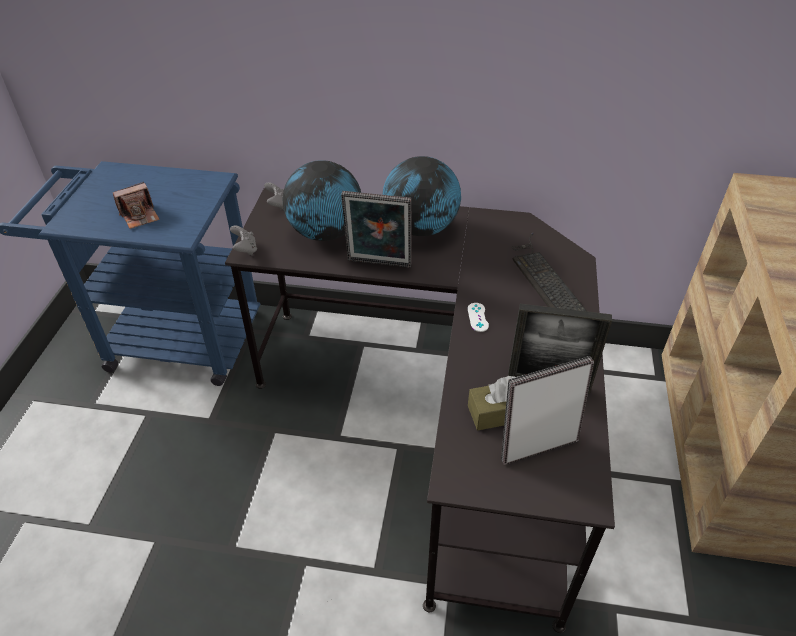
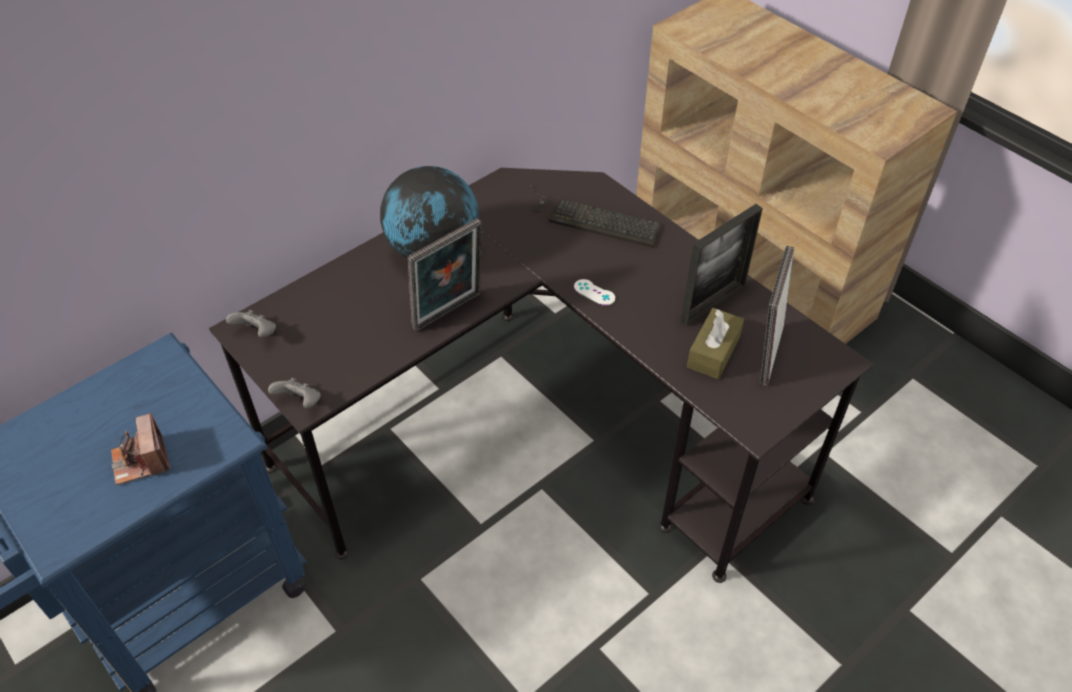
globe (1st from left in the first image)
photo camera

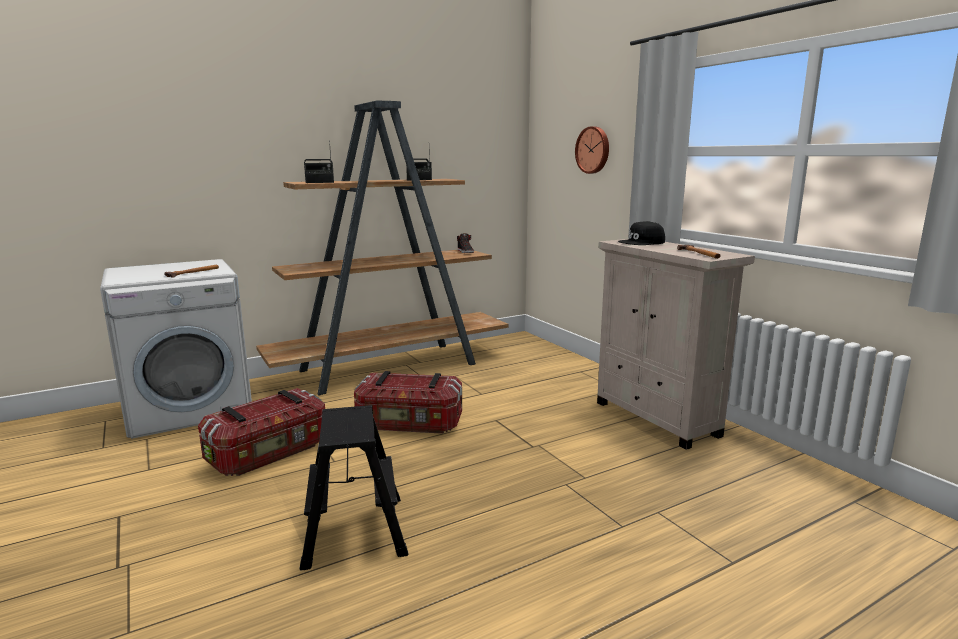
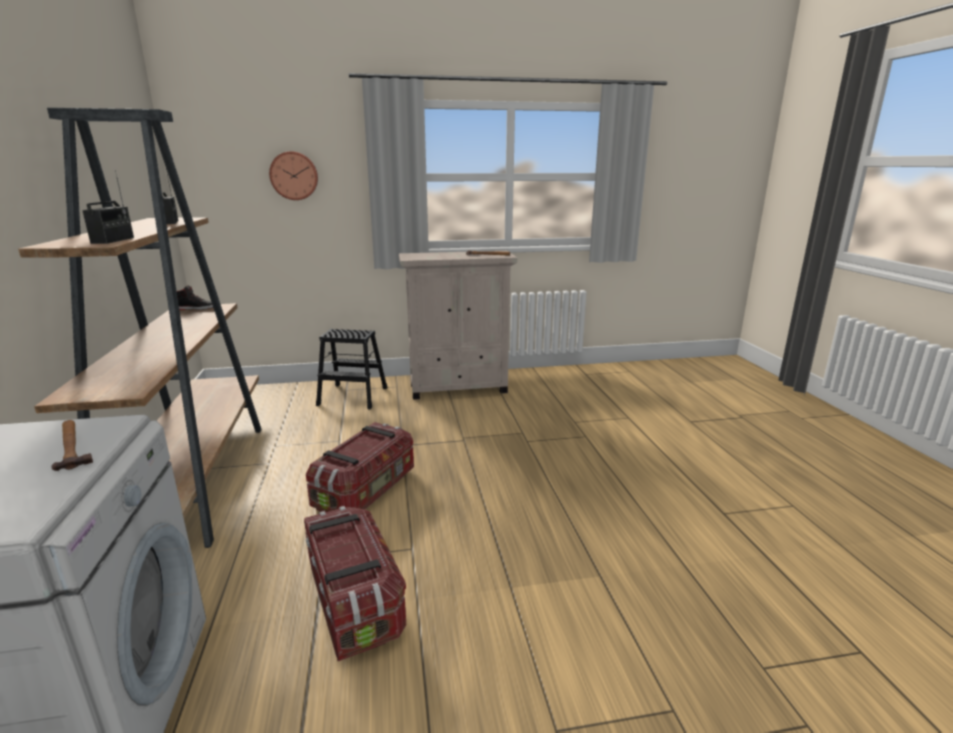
black cap
black step ladder

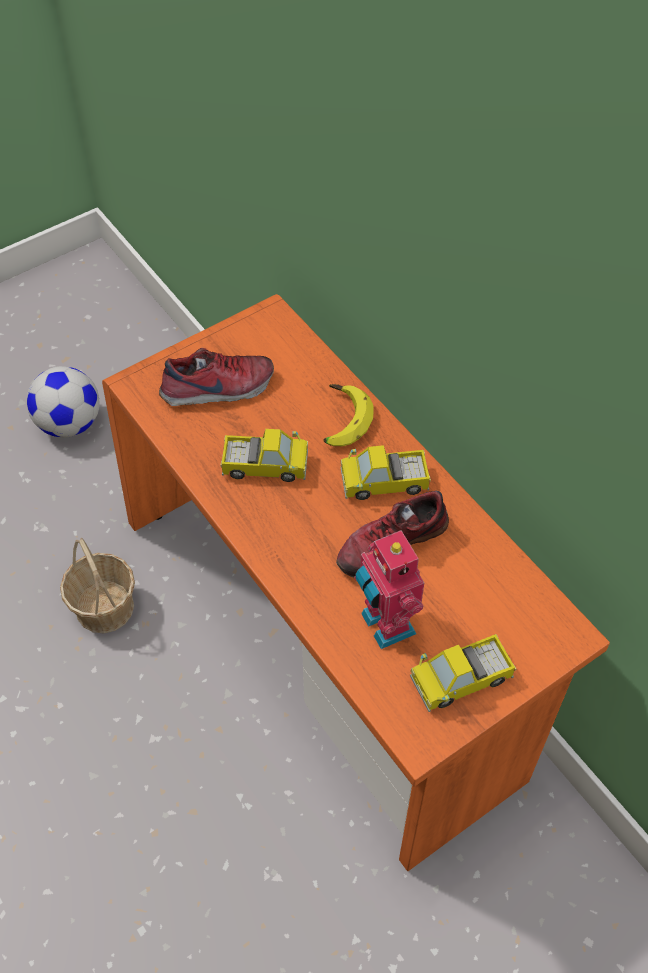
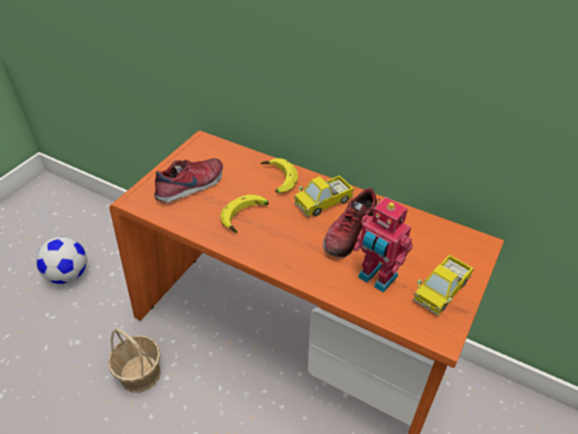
banana (1st from left)

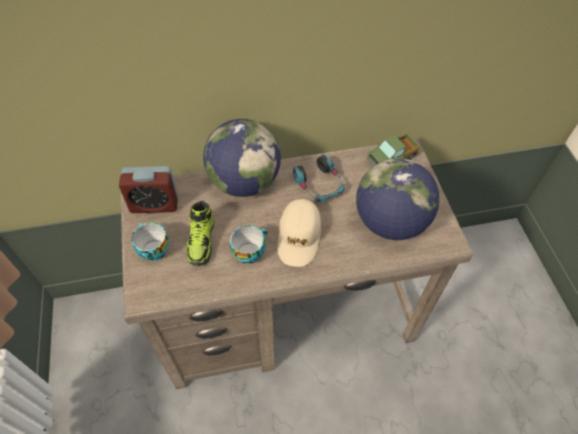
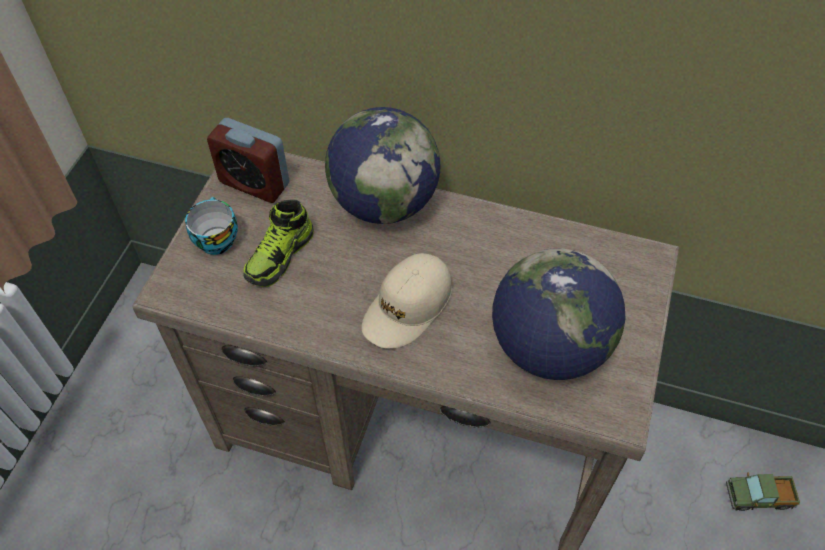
toy truck
headphones
cup (2nd from left in the first image)

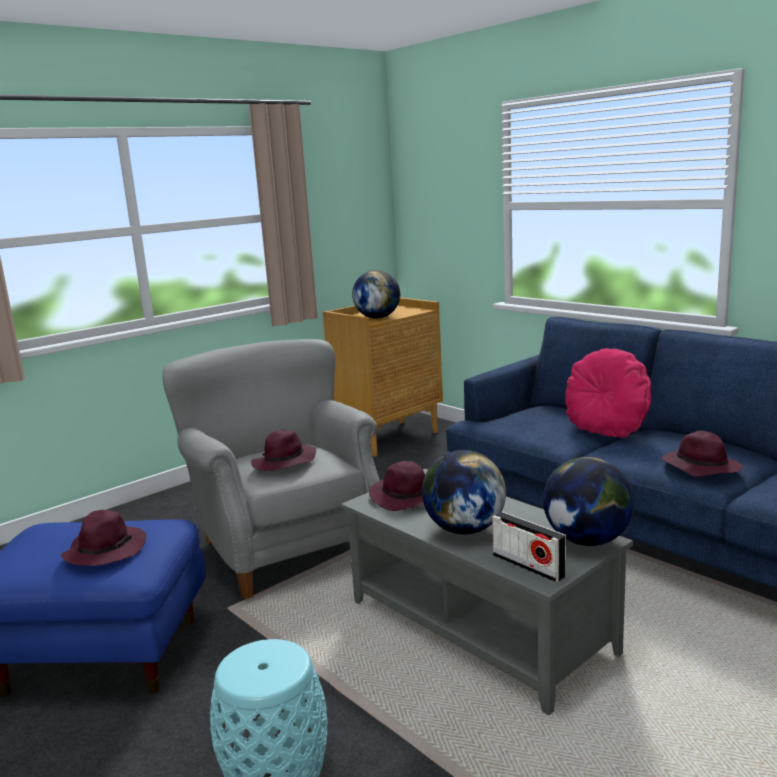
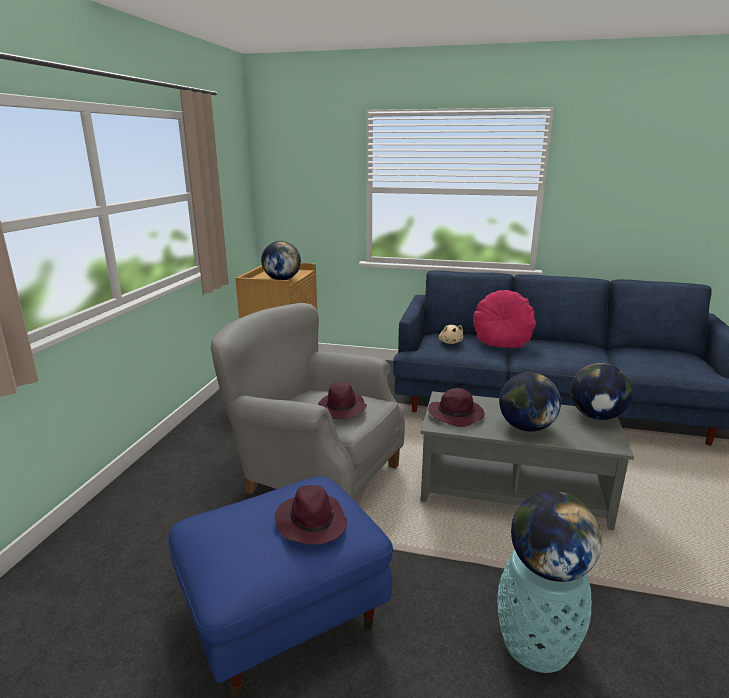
purple hat (4th from left in the first image)
radio
beige plush toy
globe (3rd from left)

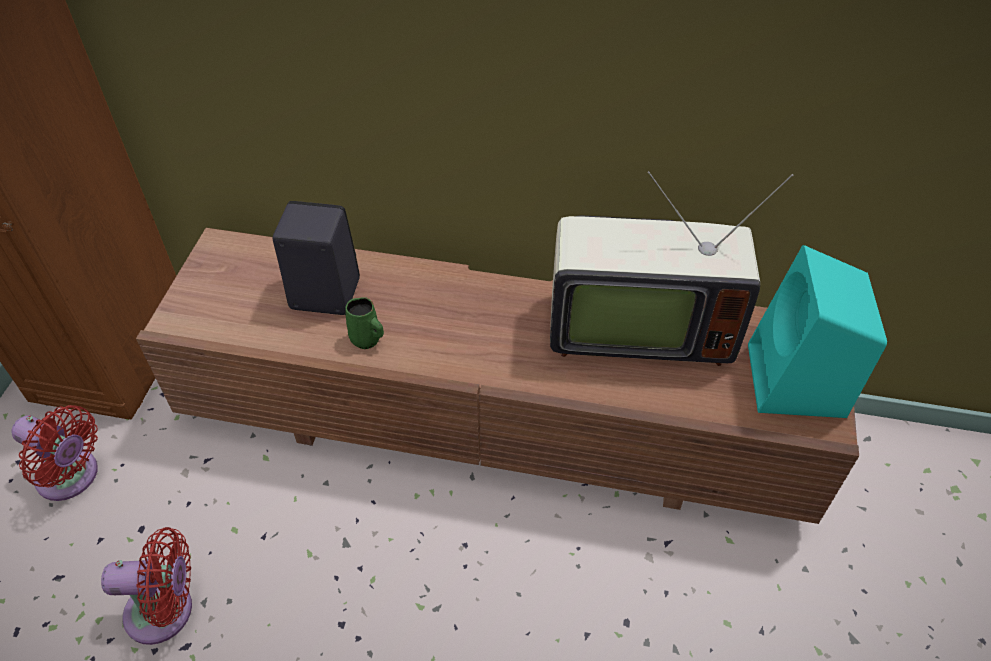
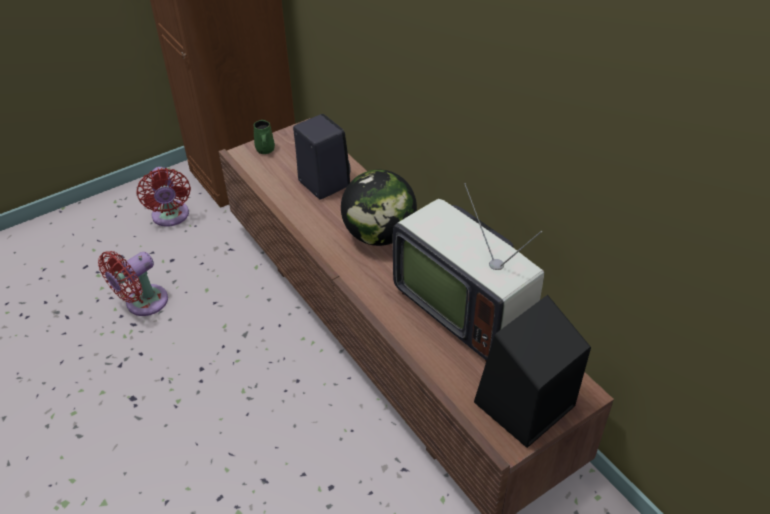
black speaker (2nd from left)
green mug
red fan (1st from left)
globe

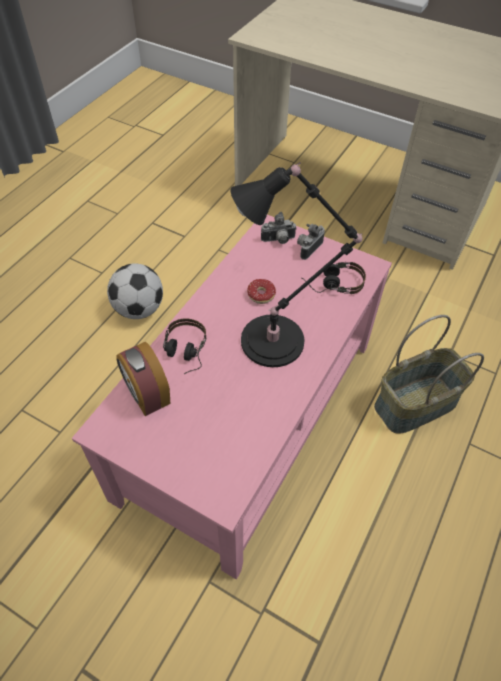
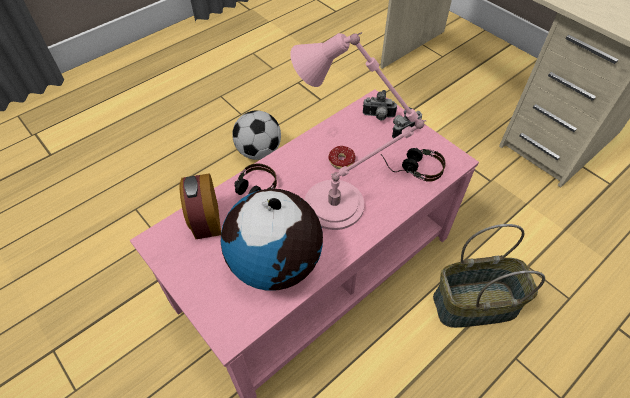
pink table lamp
globe

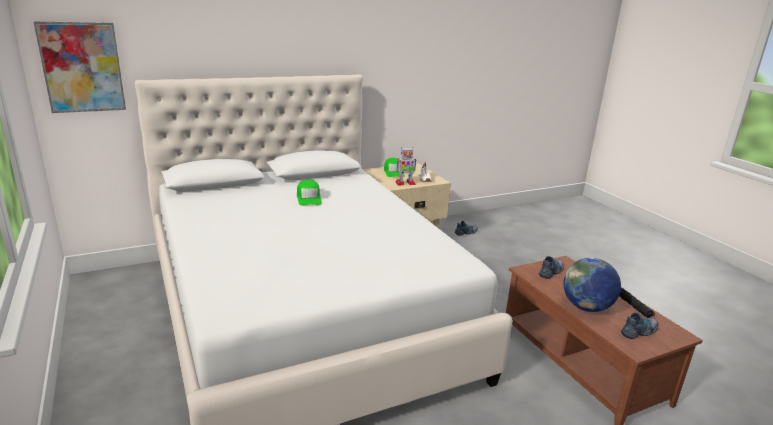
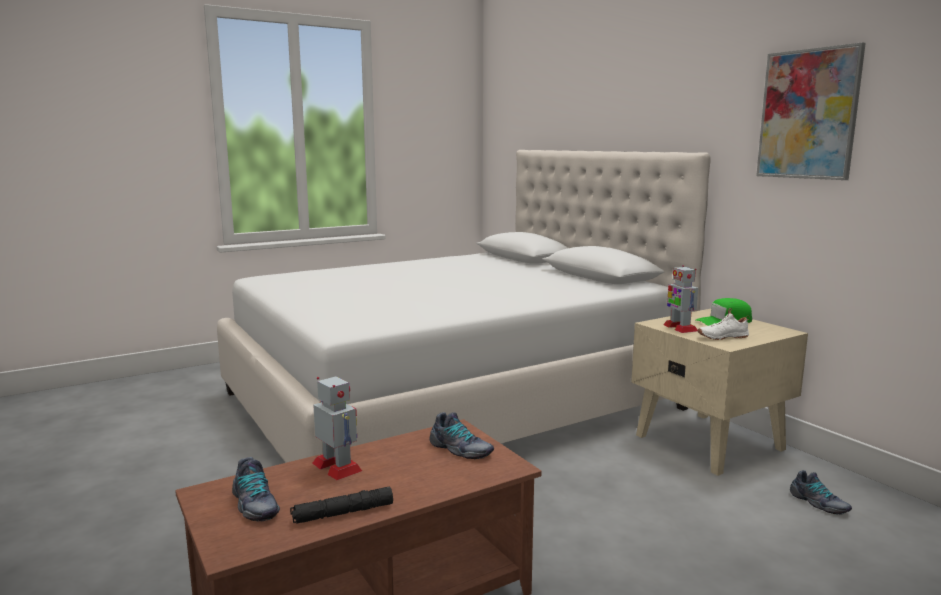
picture
green cap (1st from left in the first image)
toy robot (1st from left)

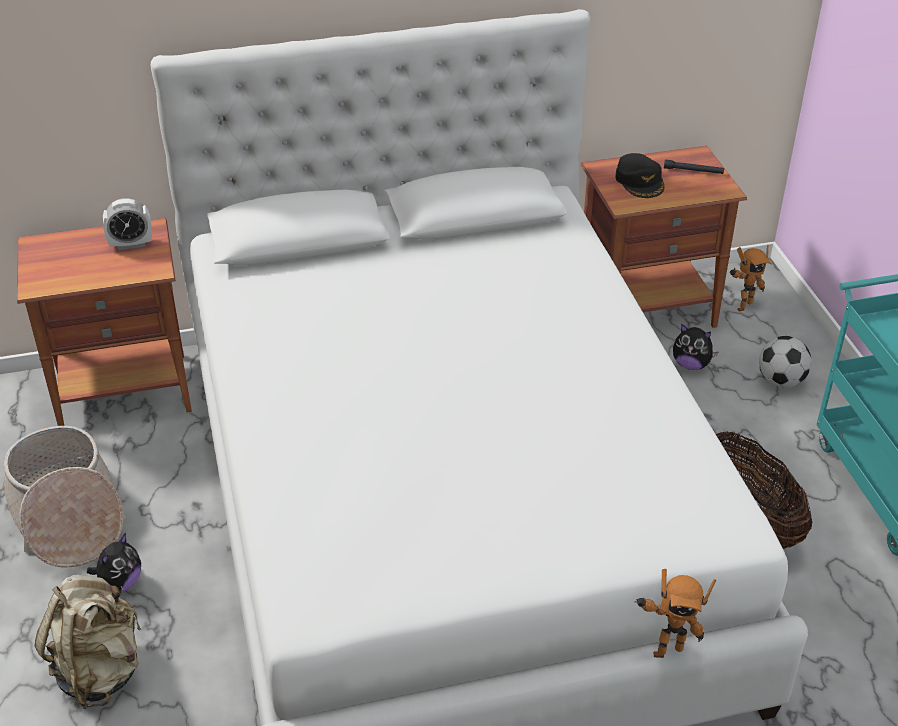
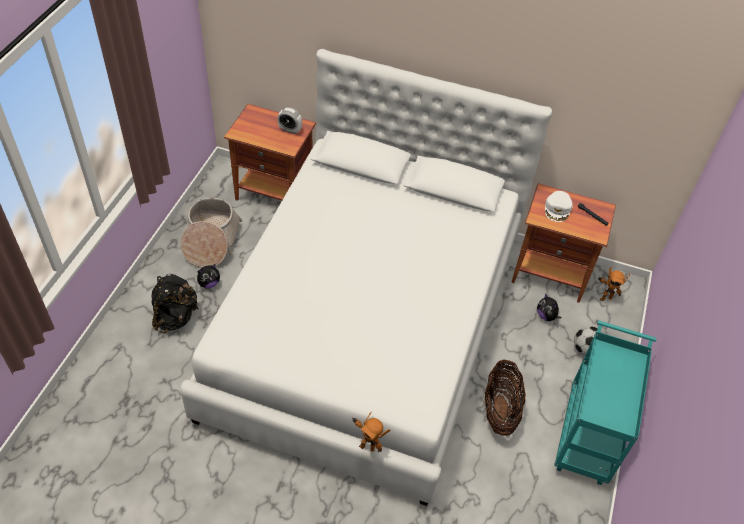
white cap
black backpack

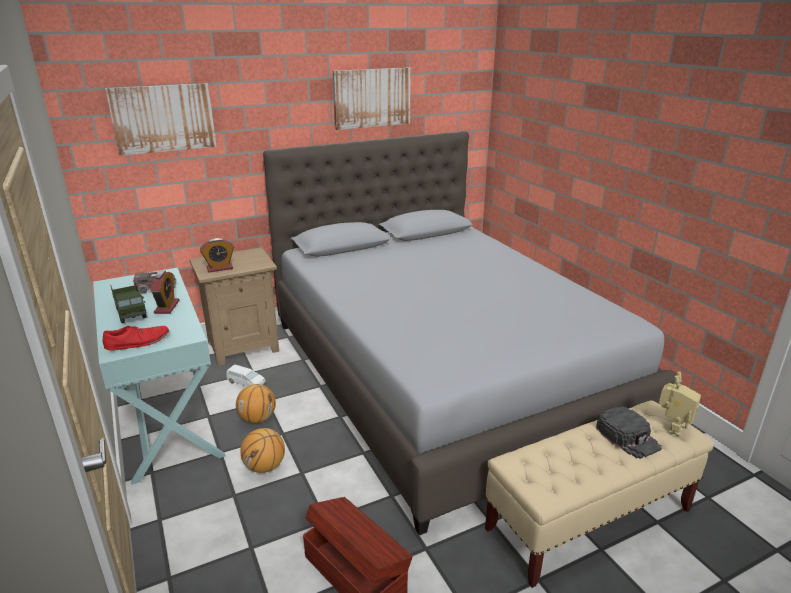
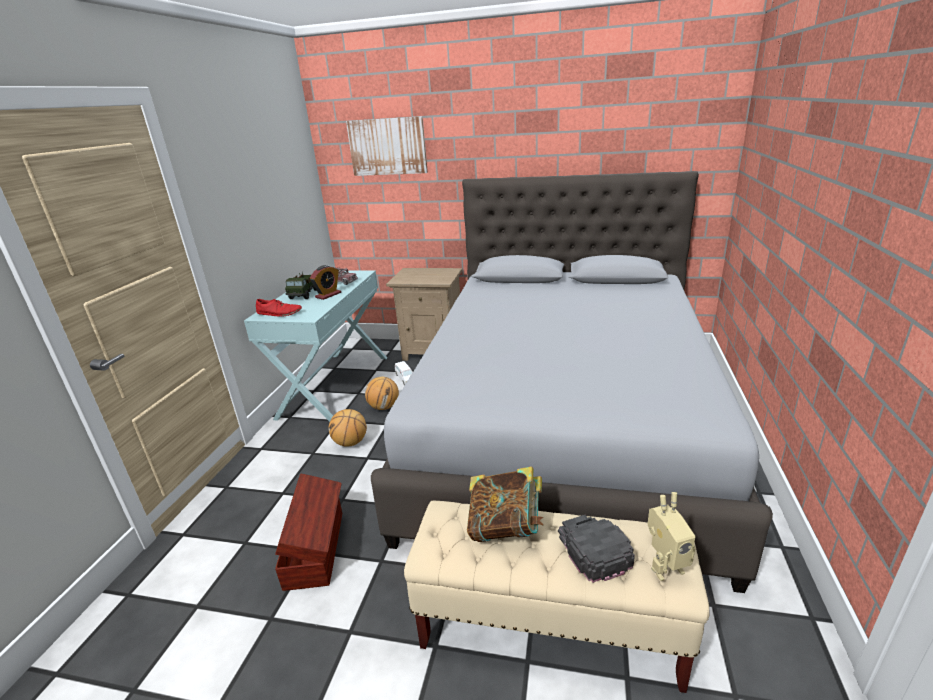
picture (2nd from left in the first image)
alarm clock (2nd from left in the first image)
black cap
book

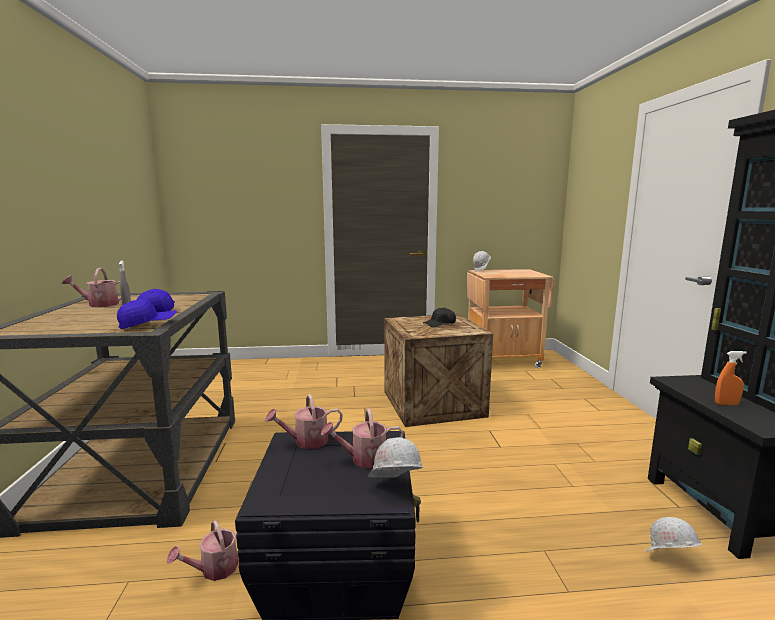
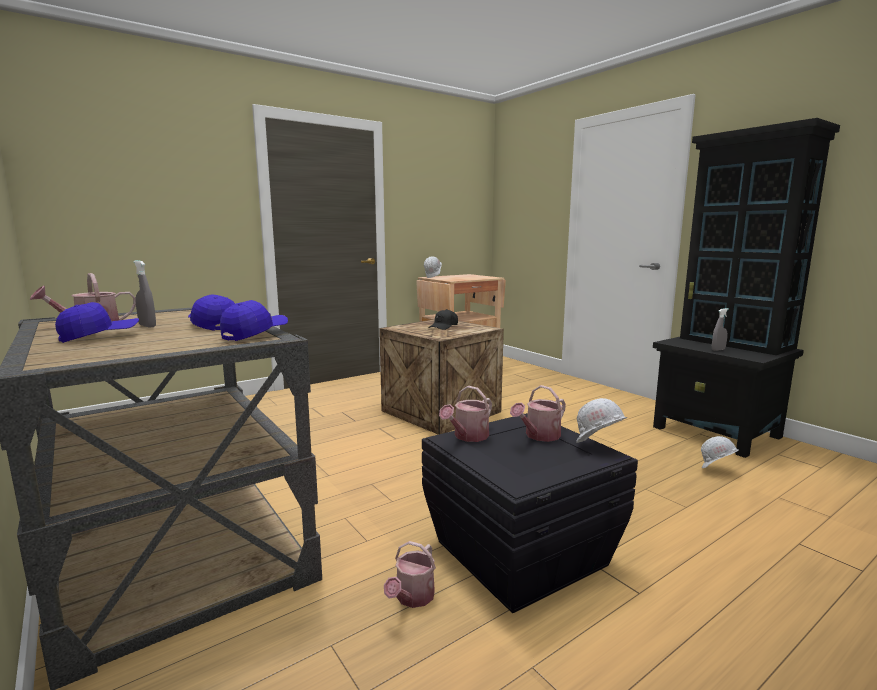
grey spray bottle (2nd from left)
blue cap (1st from left)

